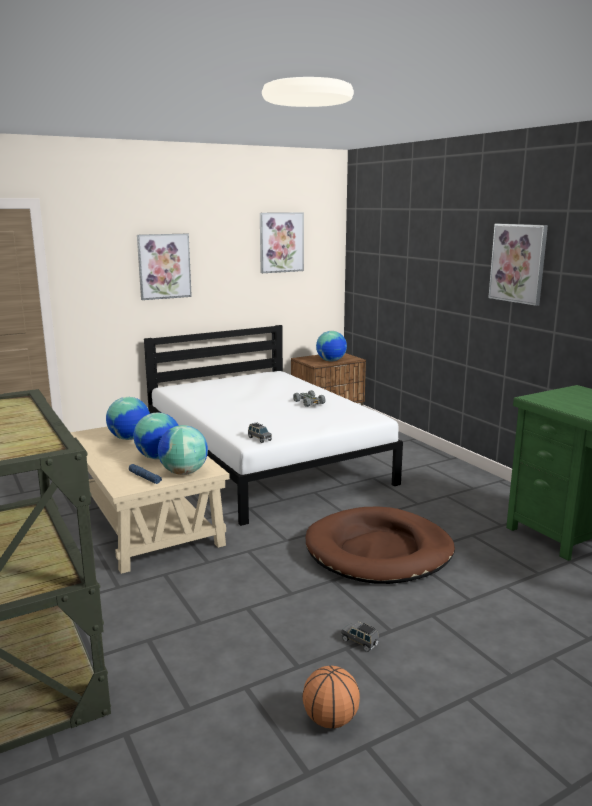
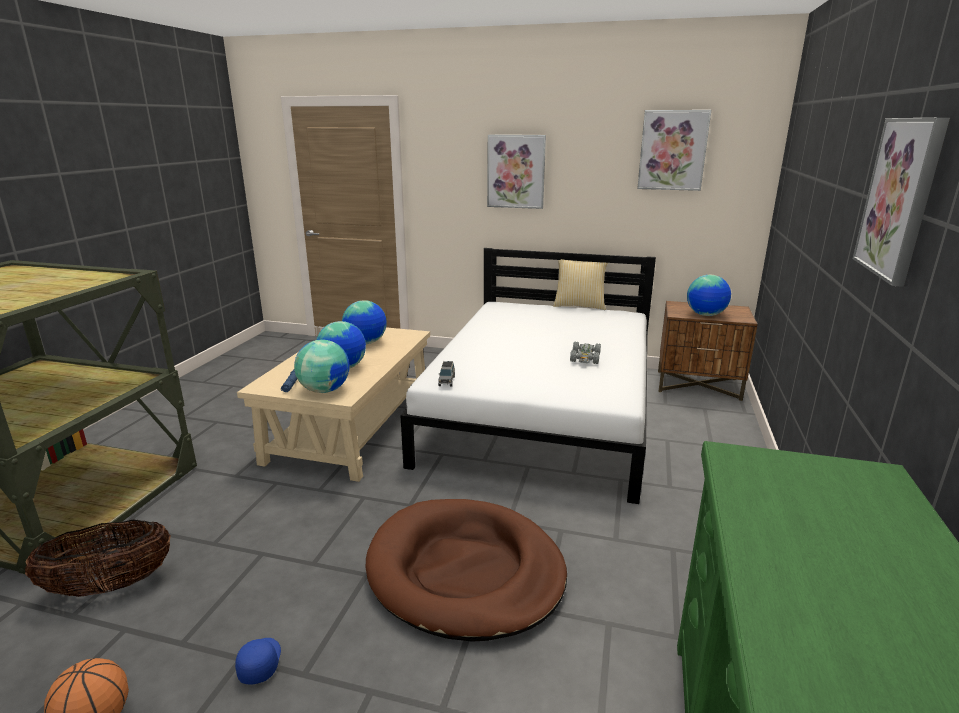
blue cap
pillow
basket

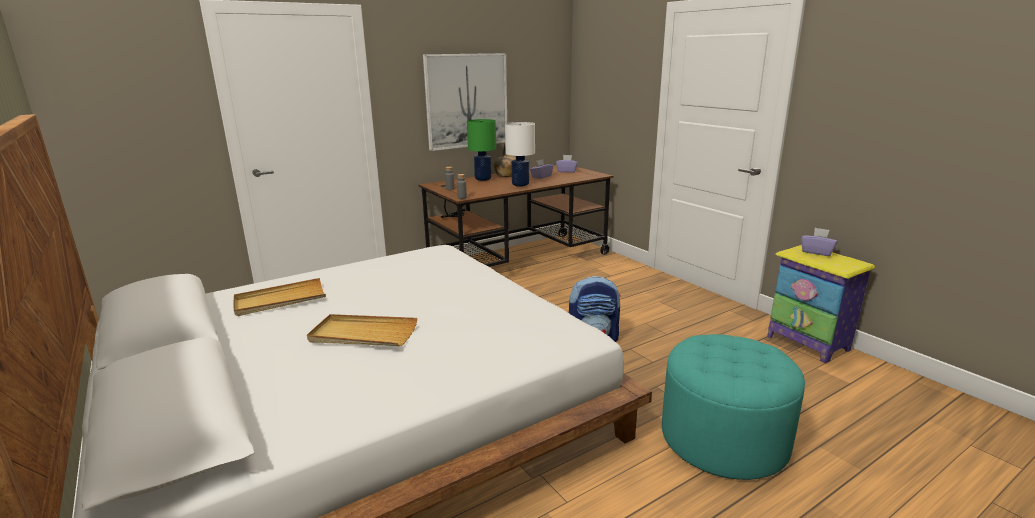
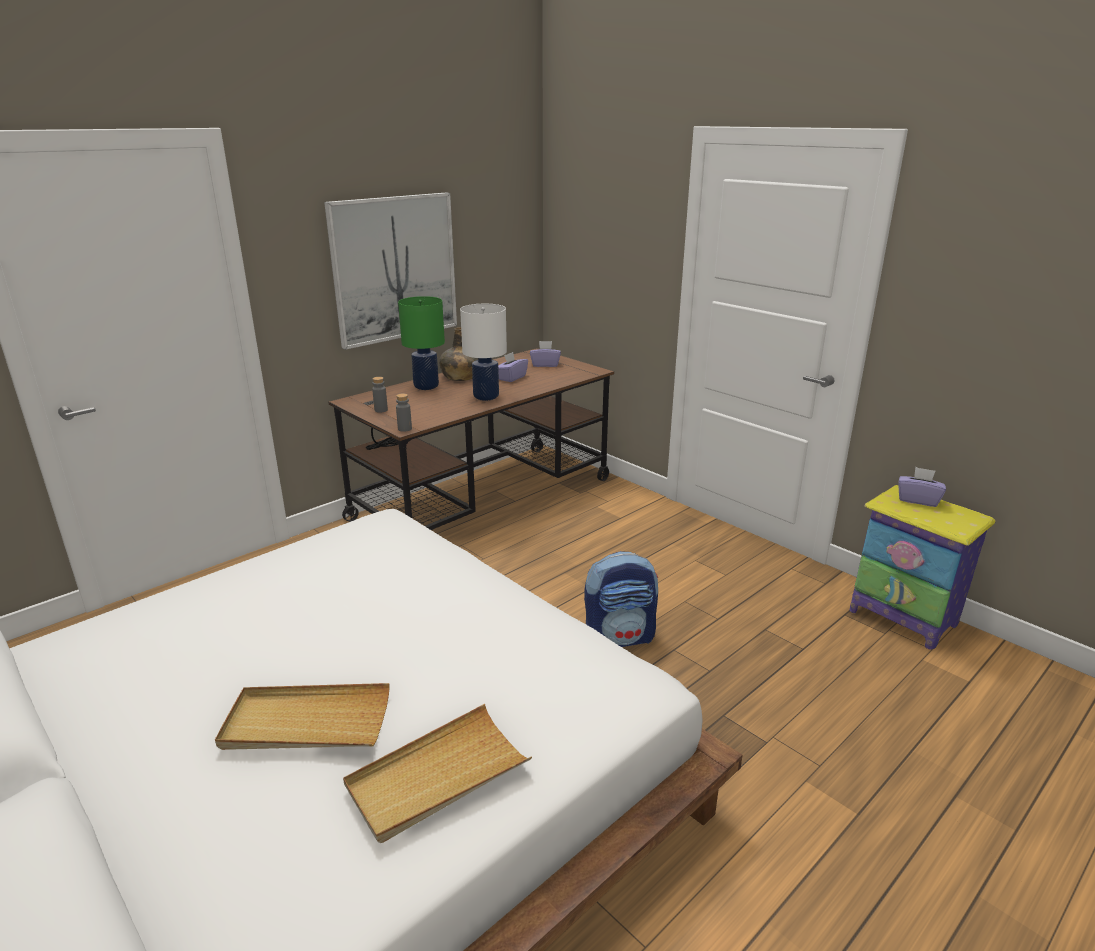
beige tray (2nd from left)
turquoise ottoman

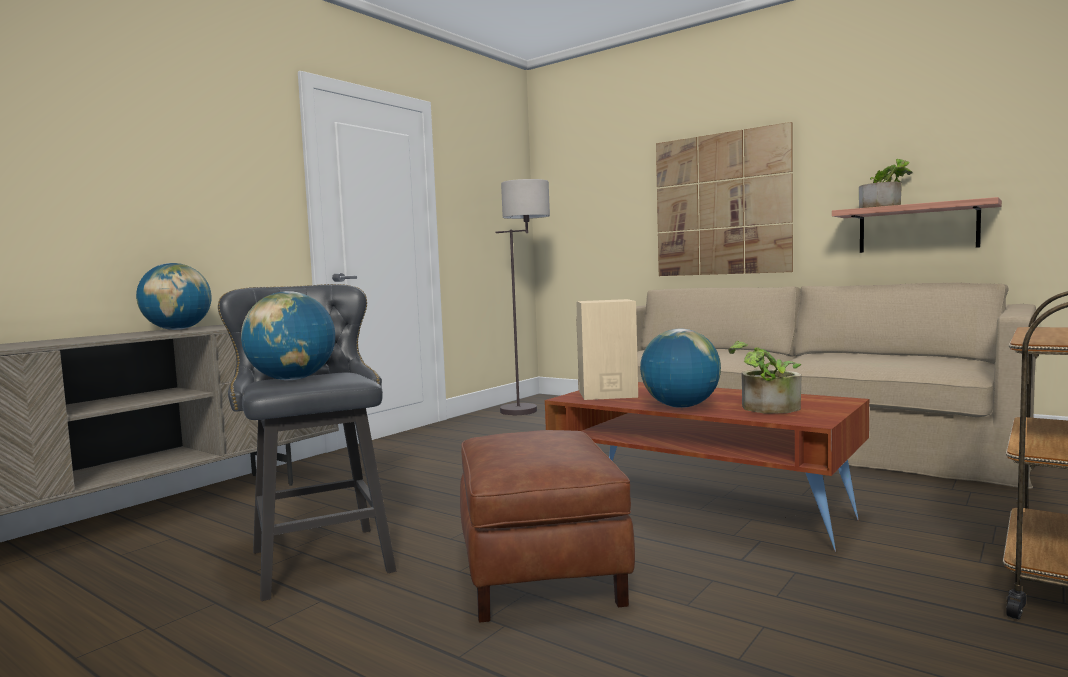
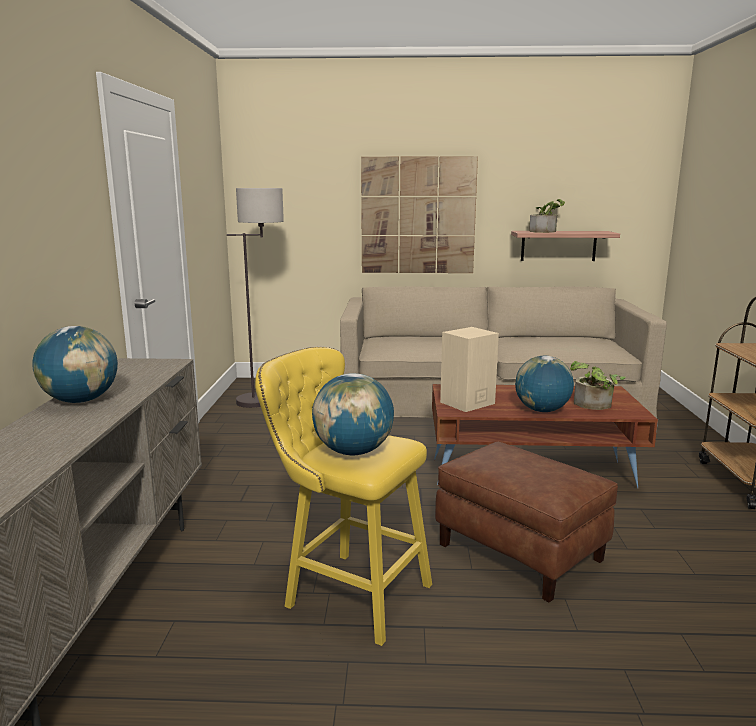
yellow stool

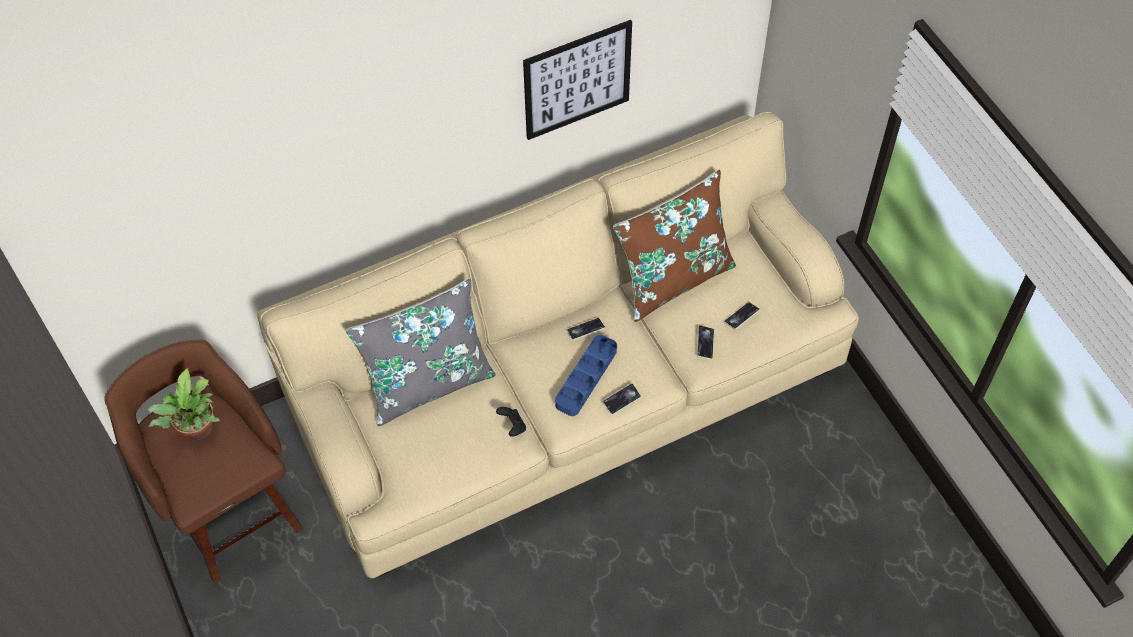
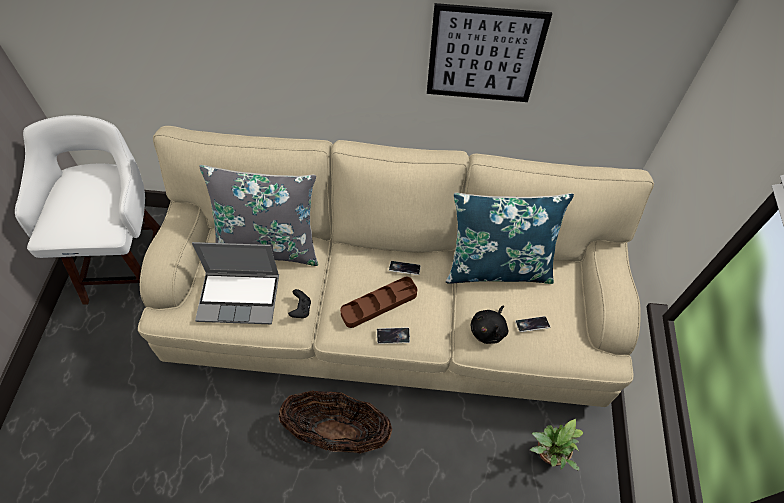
blue pillow
black plush toy
brown tray
white stool
potted plant
laptop
basket

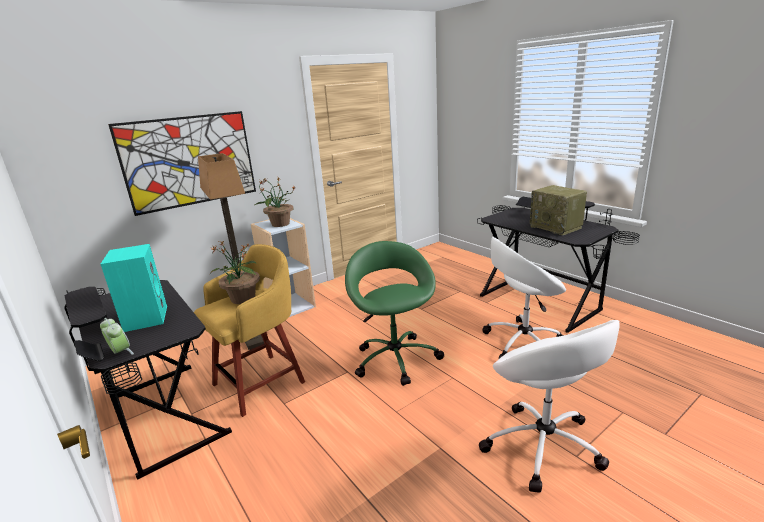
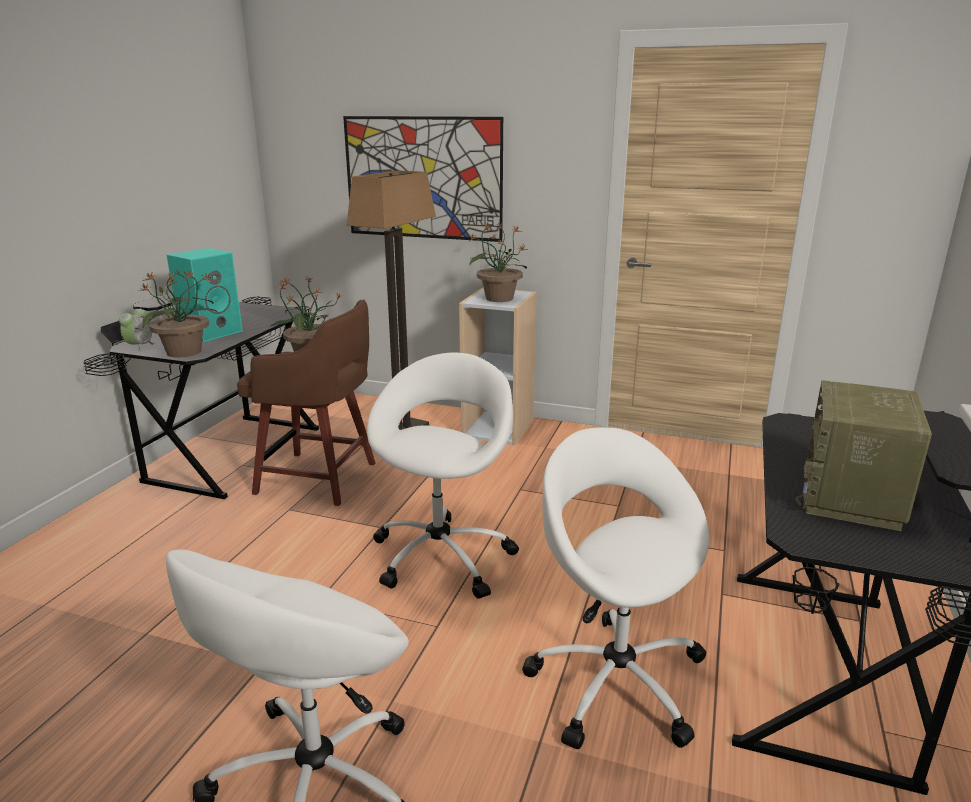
white office chair (2nd from left)
brown stool
potted plant (1st from left)

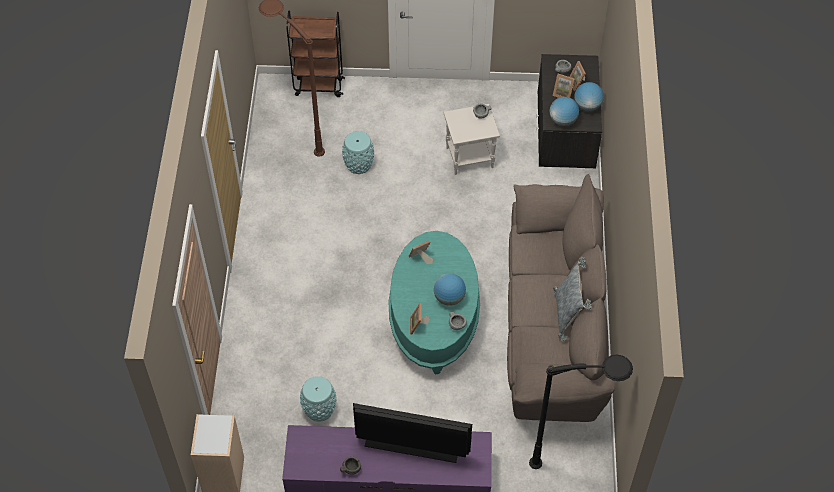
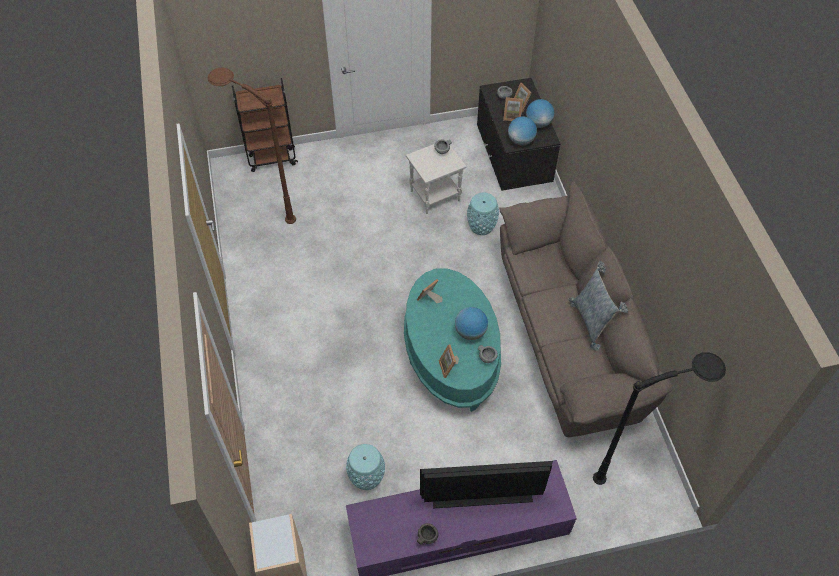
turquoise stool (2nd from left)

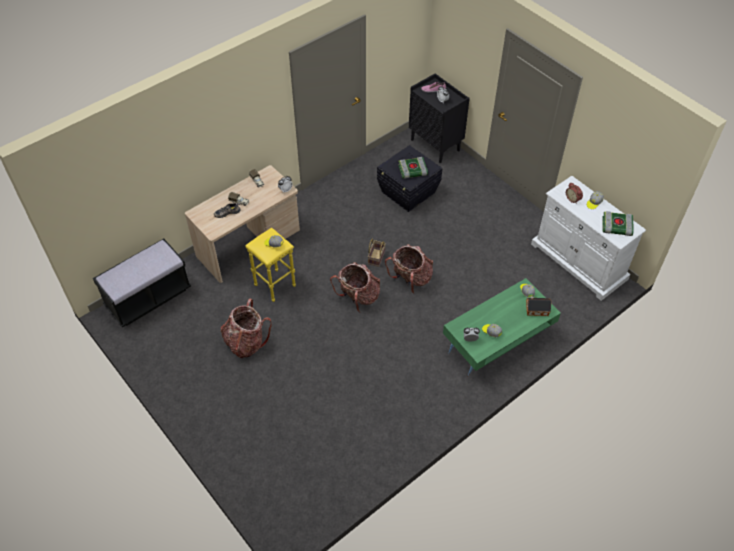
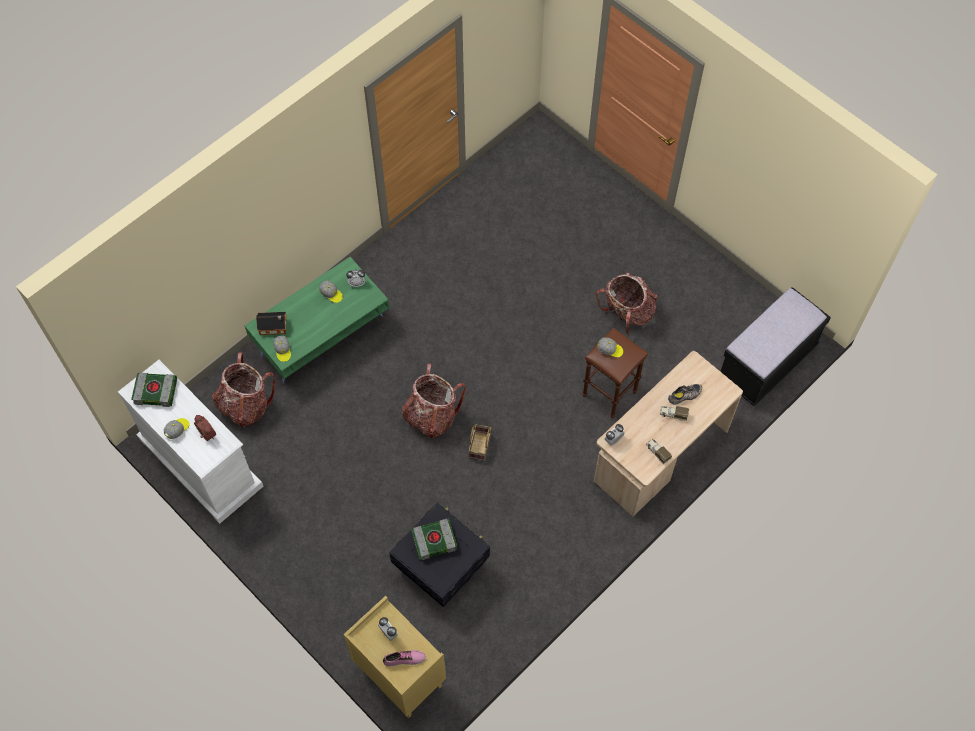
beige cabinet
brown stool
backpack (1st from left)

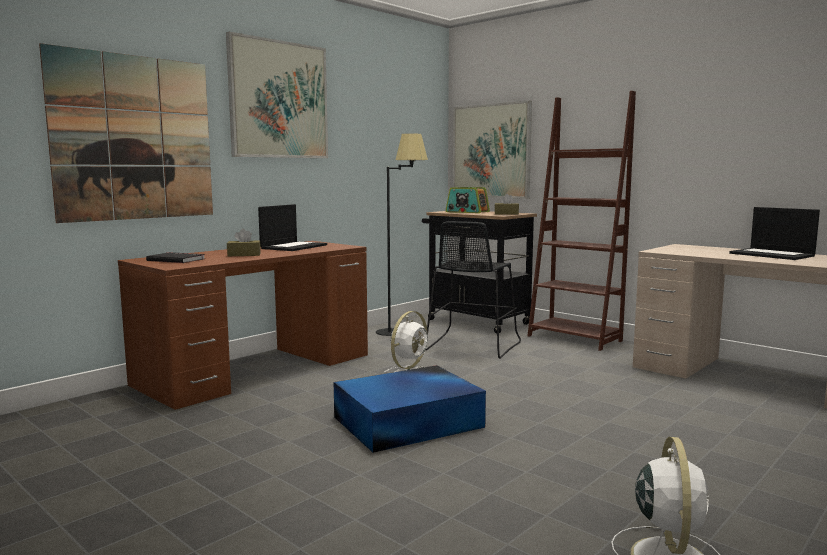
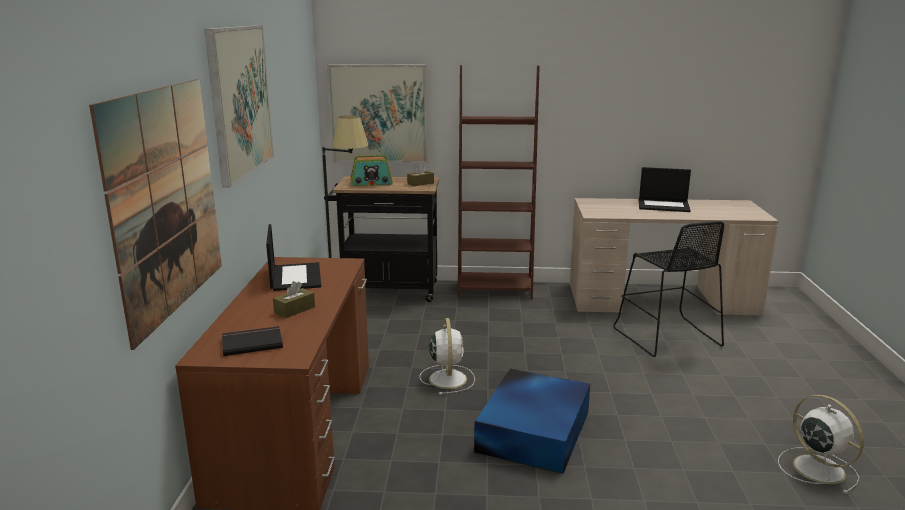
black stool

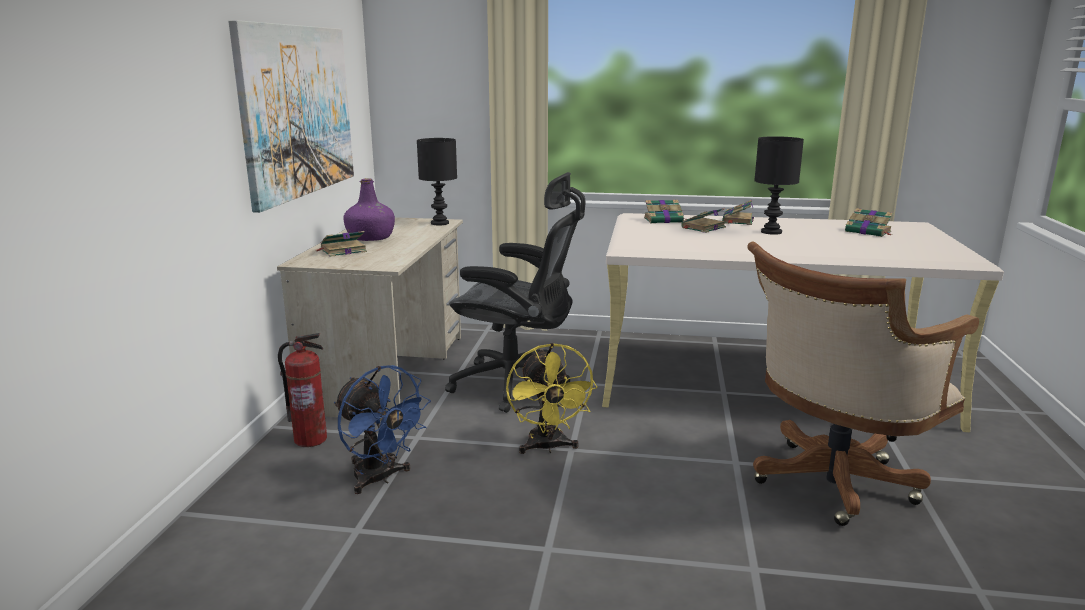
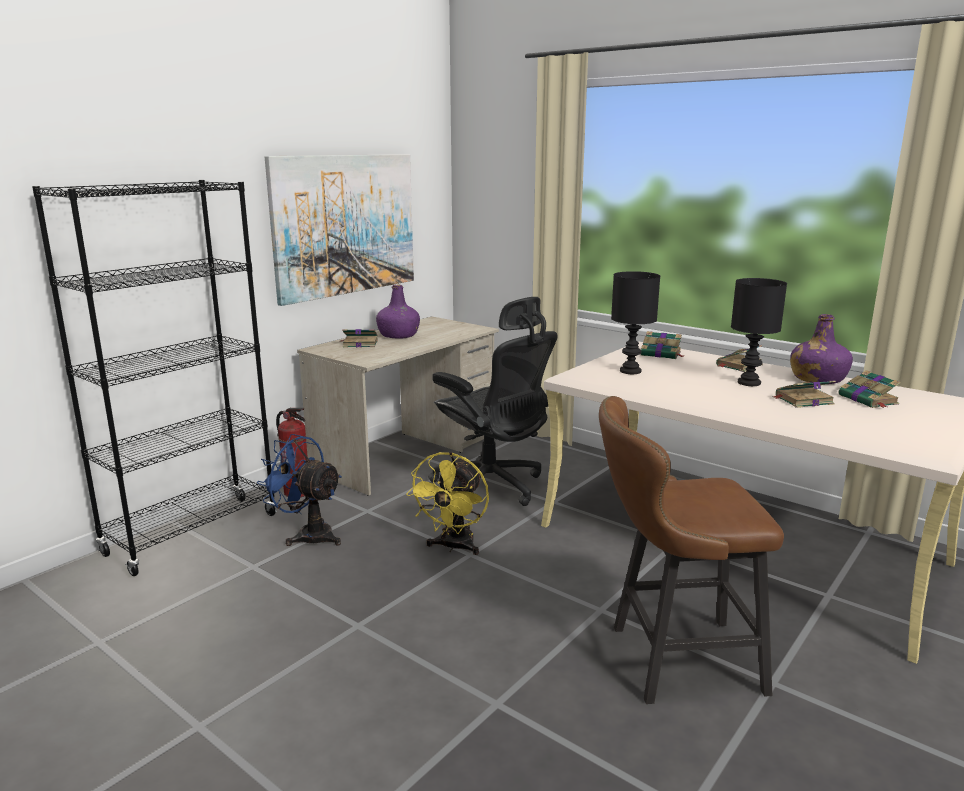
black table lamp (1st from left)
book (4th from left)
brown stool
blue fan
black bookcase
purple bottle (2nd from left)

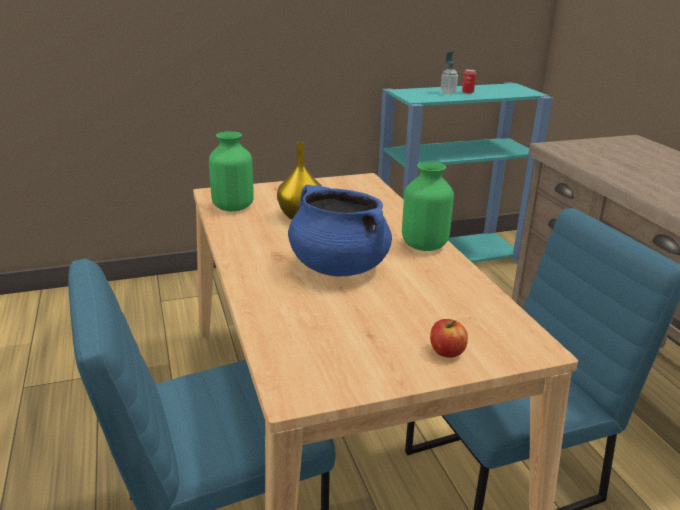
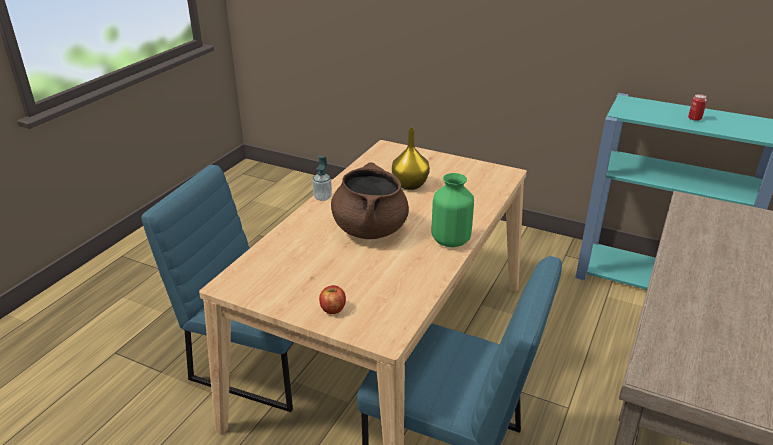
soap dispenser
green vase (1st from left in the first image)
brown cooking pot

